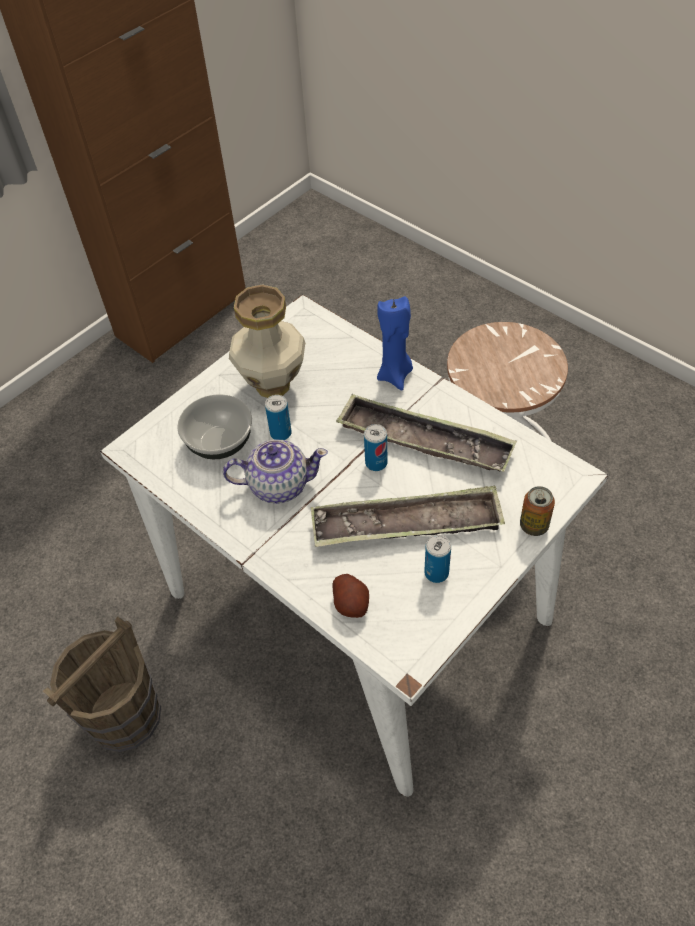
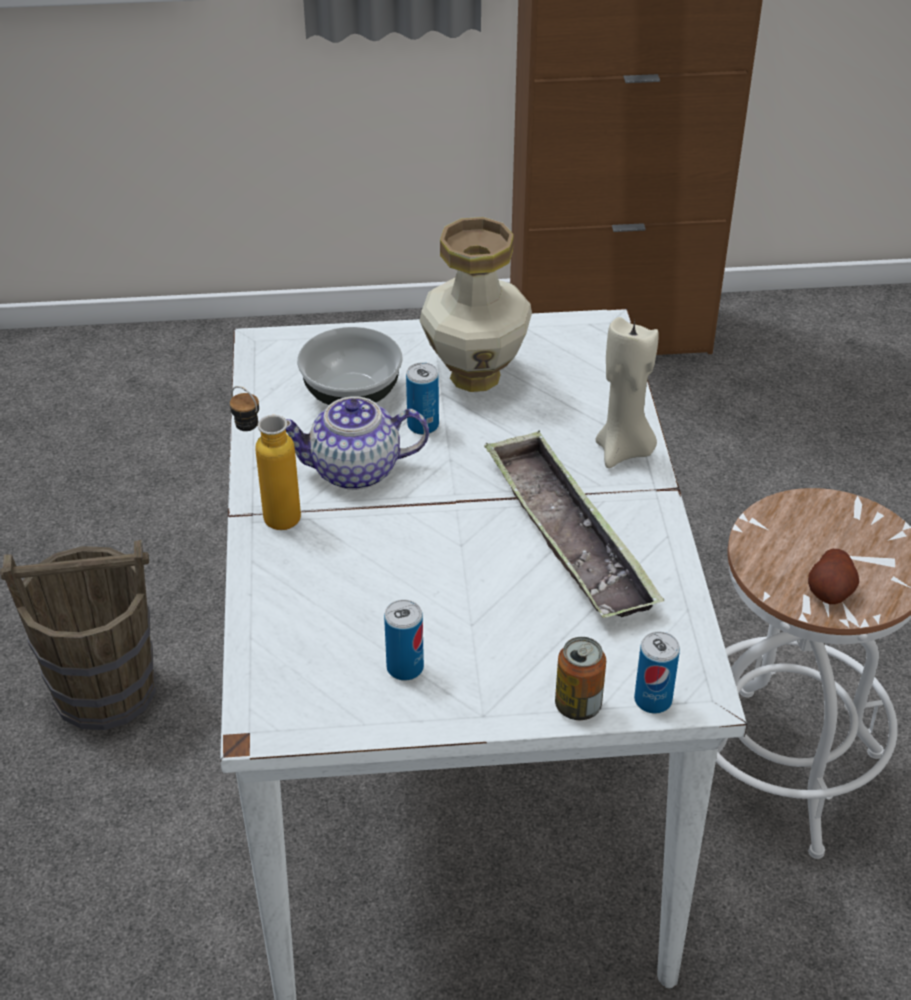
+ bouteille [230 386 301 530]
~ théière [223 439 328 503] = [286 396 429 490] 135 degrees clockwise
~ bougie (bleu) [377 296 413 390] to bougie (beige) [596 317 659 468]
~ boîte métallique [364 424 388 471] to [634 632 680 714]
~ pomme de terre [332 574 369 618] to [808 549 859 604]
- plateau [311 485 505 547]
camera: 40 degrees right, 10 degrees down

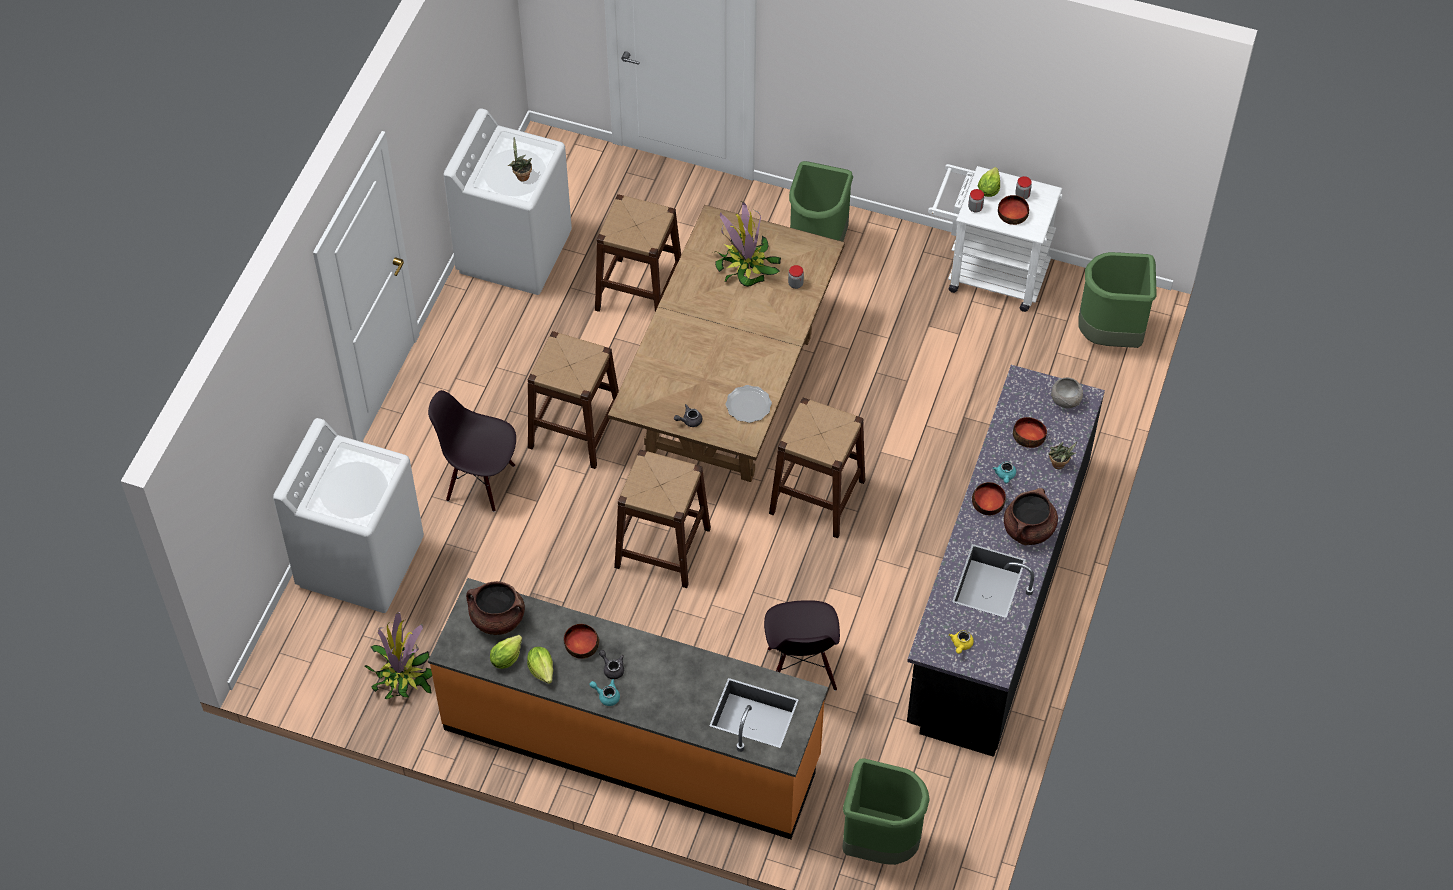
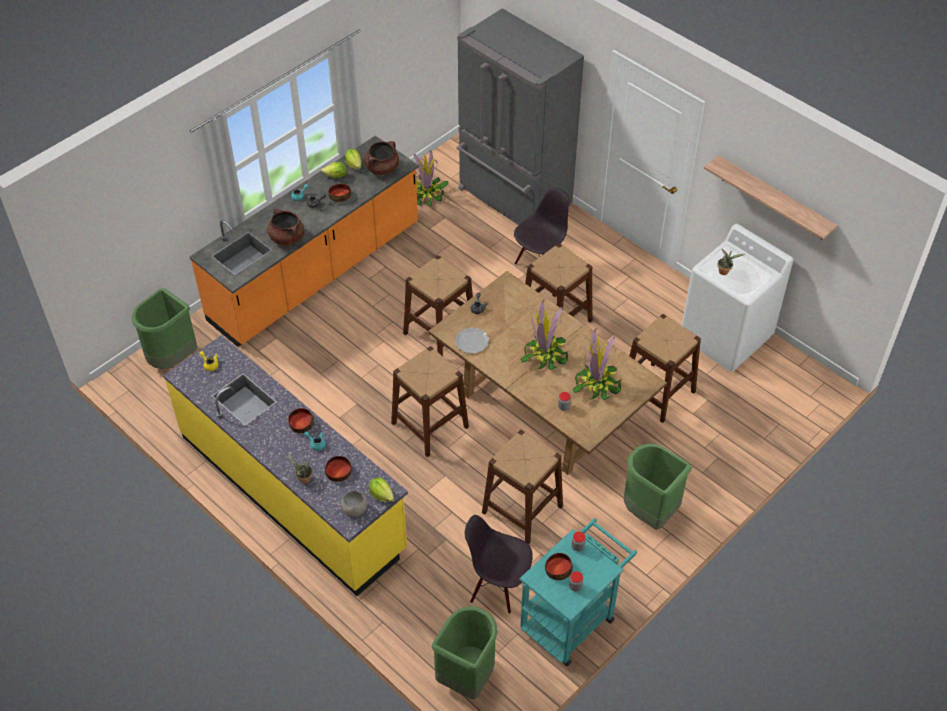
~ comptoir de cuisine (noir) [907 365 1105 757] to comptoir de cuisine (jaune) [163 335 408 596]
~ marmite (marron) [1004 488 1058 545] to [267 209 304 246]
~ laitue [978 167 1000 197] to [369 477 394 502]
~ lave-linge (blanc) [273 418 424 613] to réfrigérateur (gris) [457 8 584 225]
~ chaise (noir) [764 600 840 691] to [465 515 533 614]
+ tabouret (marron) [482 430 563 544]
~ chariot (blanc) [928 164 1063 312] to chariot (turquoise) [519 518 637 666]
+ plante en pot [521 299 569 371]
+ étagère [704 155 837 240]
camera: 115 degrees right, 5 degrees down

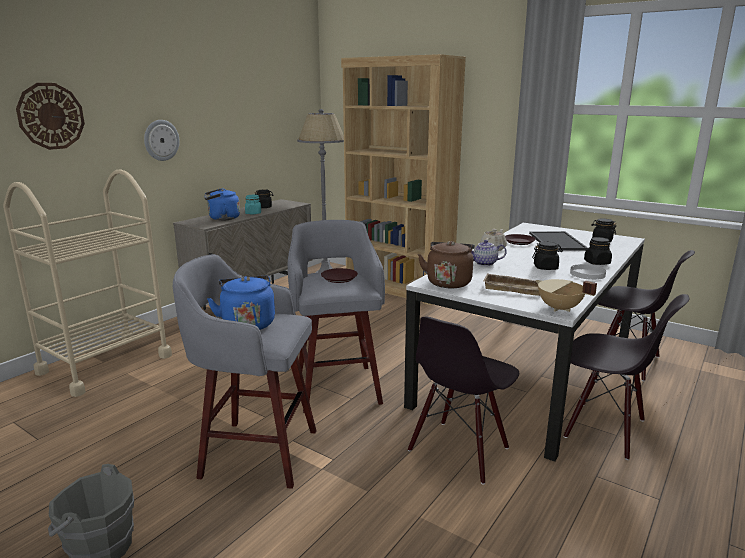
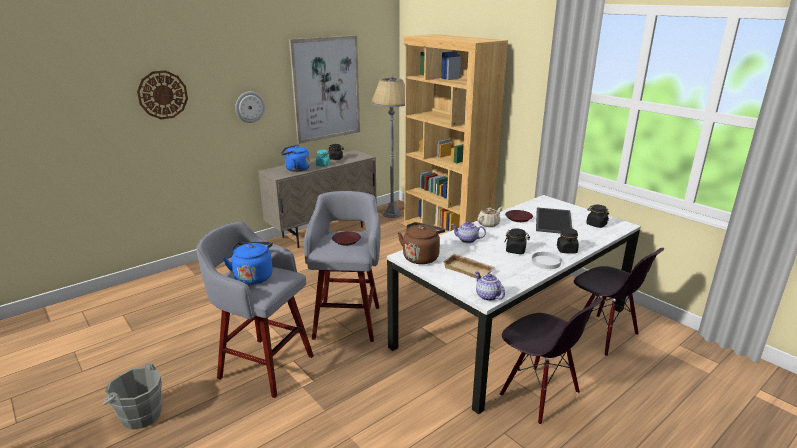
+ tableau [289 35 360 144]
~ marmite (beige) [535 279 597 312] to théière [475 271 505 301]
- chariot (beige) [3 169 172 397]
- chaise (noir) [408 317 519 485]
camera: 15 degrees right, 5 degrees up

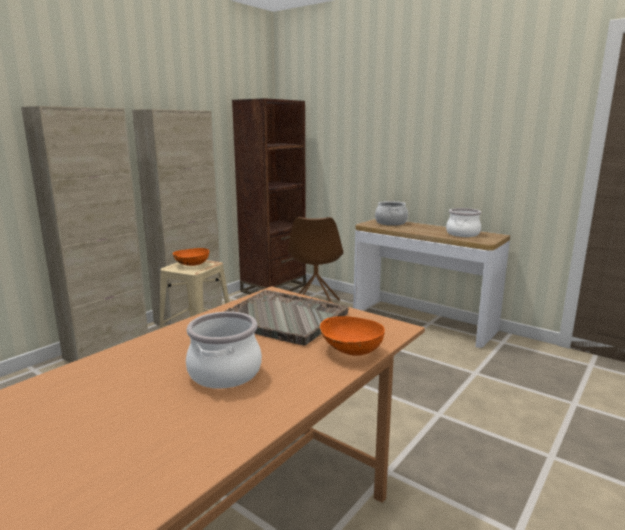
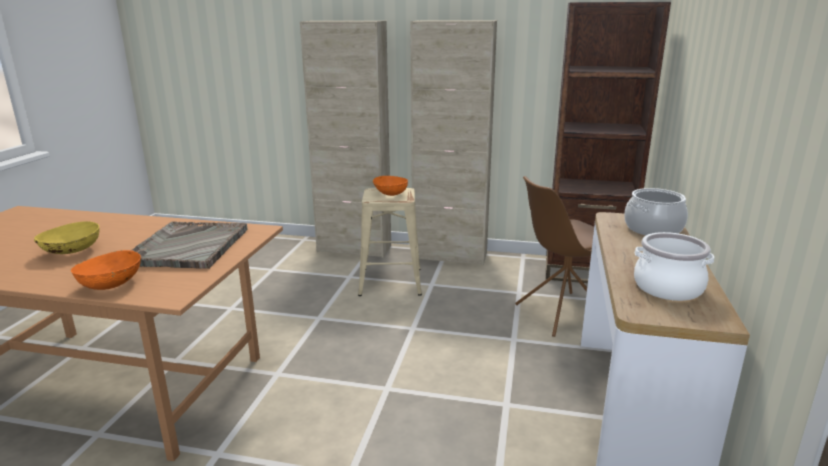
~ marmite [186 312 262 389] to bol (jaune) [34 221 99 254]
camera: 65 degrees right, 5 degrees up

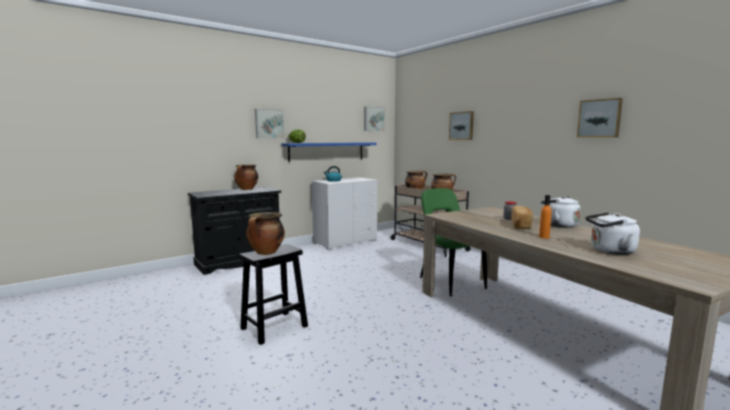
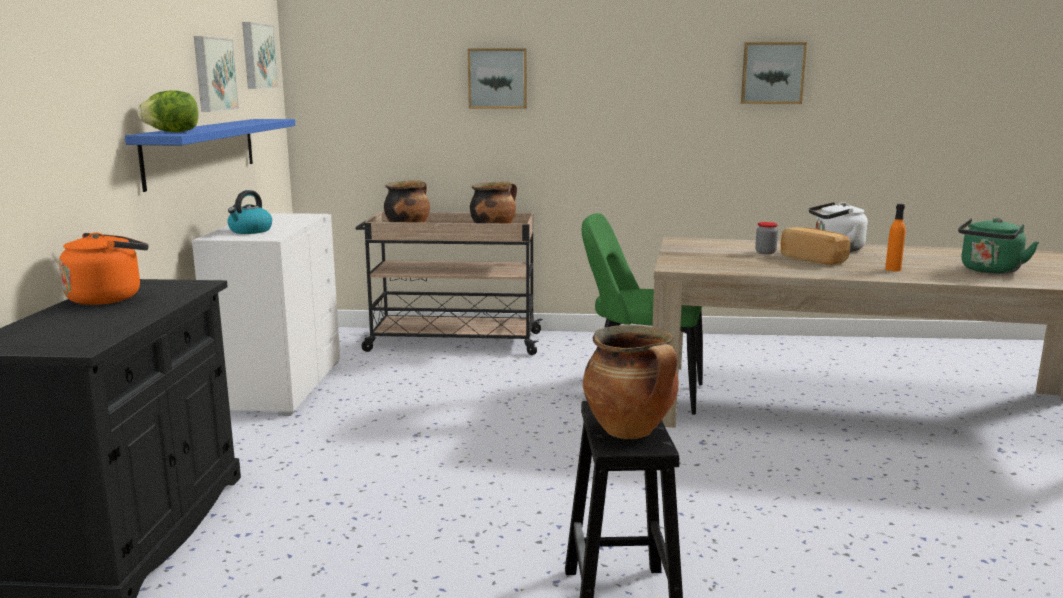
~ marmite [234 165 258 190] to bouilloire (orange) [59 232 149 305]
~ tableau [255 109 284 138] to [194 36 239 112]
~ bouilloire (blanc) [586 212 640 255] to bouilloire (vert) [958 218 1039 274]
camera: 50 degrees left, 5 degrees up

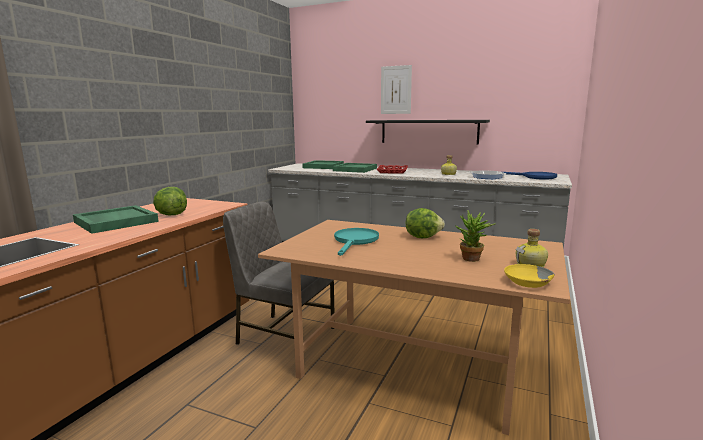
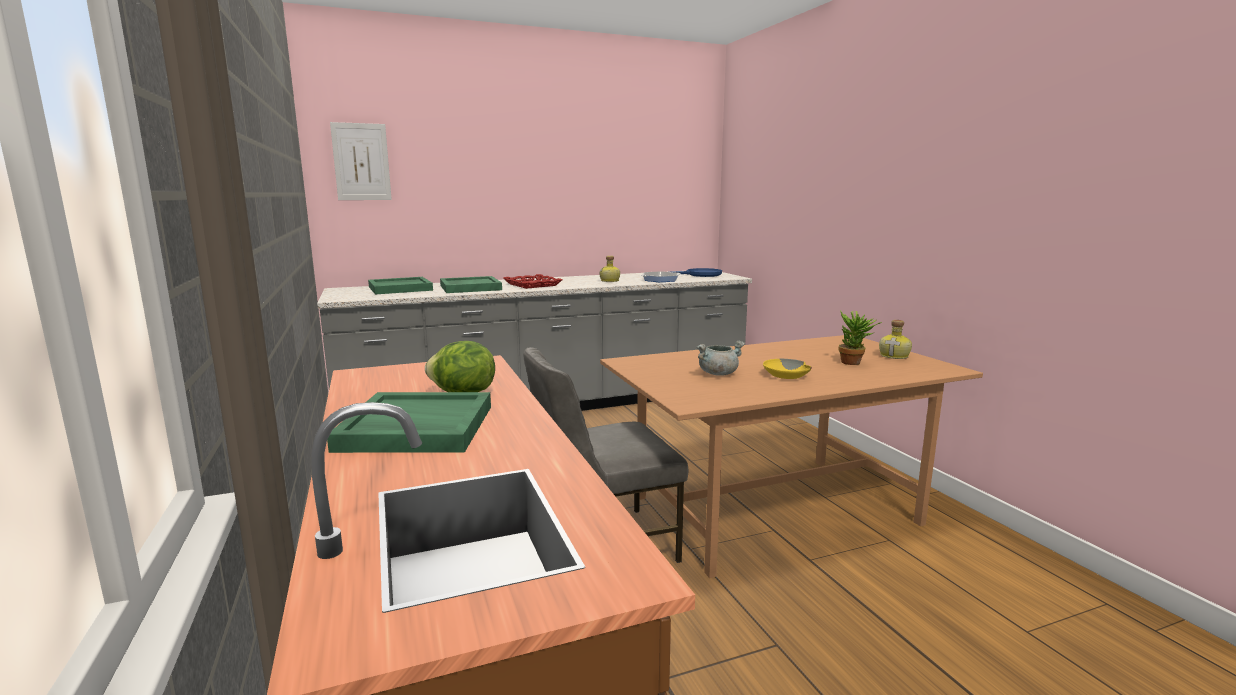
~ tableau [381 65 412 114] to [330 122 392 200]
~ poêle (turquoise) [334 228 379 256] to marmite (gris) [697 341 745 376]
~ bol (jaune) [504 264 555 288] to [763 359 812 379]
- étagère (noir) [366 120 490 144]
- laitue [405 208 445 238]
camera: 45 degrees left, 0 degrees up

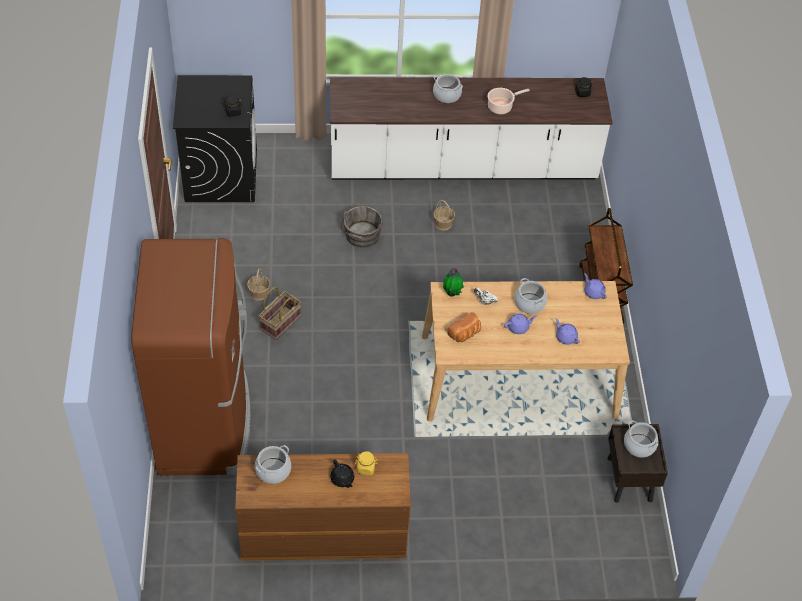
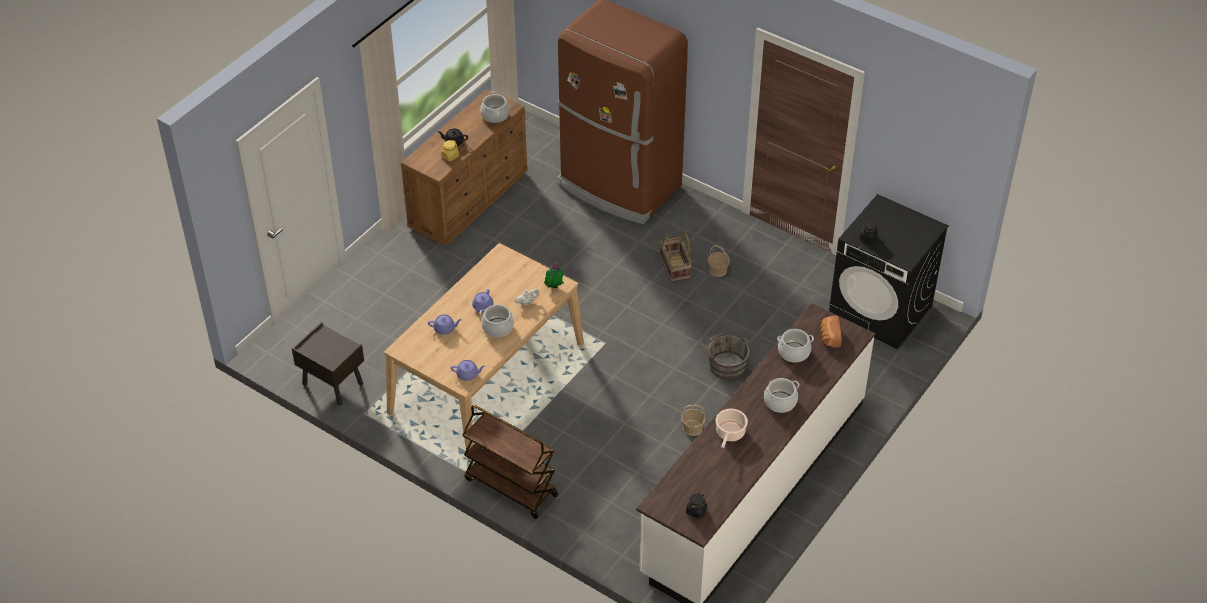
~ marmite [624 420 659 458] to [777 329 814 363]
~ pain [448 313 481 342] to [820 315 842 347]
camera: 130 degrees right, 5 degrees down

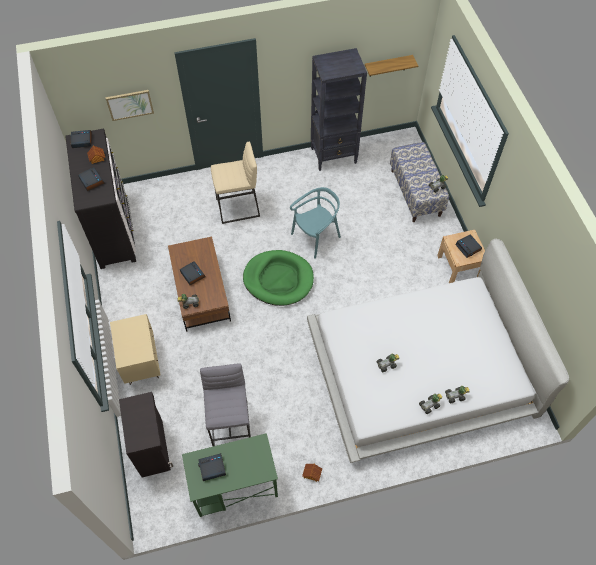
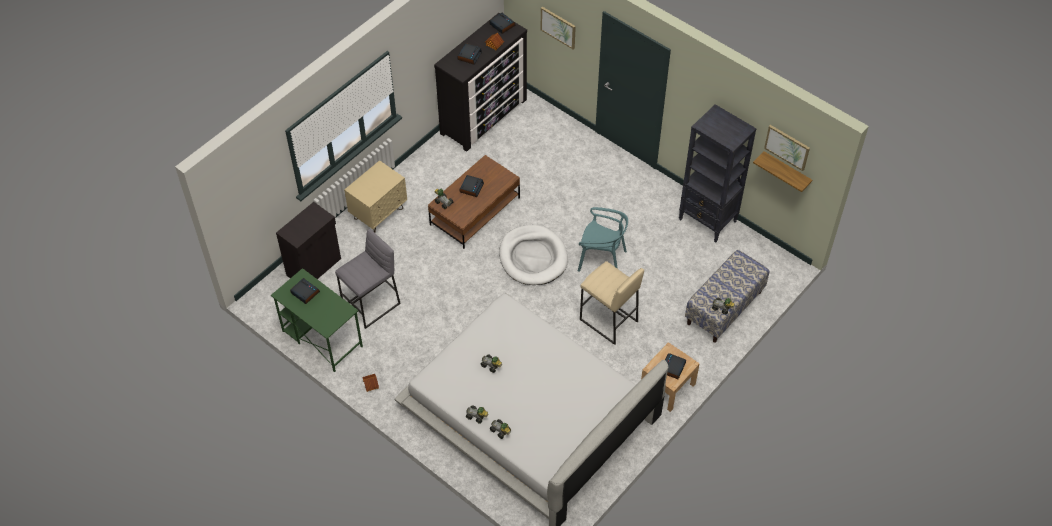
~ panier pour chien (vert) [243 250 314 306] to panier pour chien (blanc) [499 225 568 285]
~ tabouret (beige) [211 142 260 224] to [580 261 644 345]
+ tableau [764 125 810 171]
camera: 55 degrees right, 5 degrees down

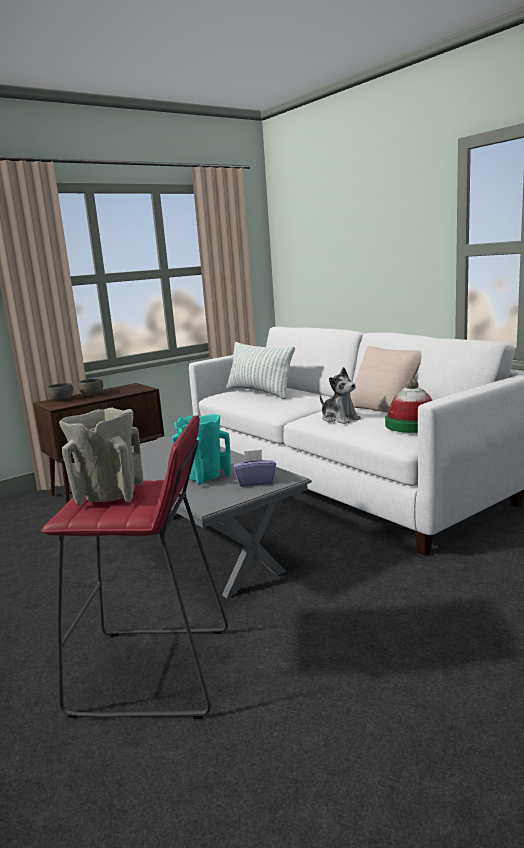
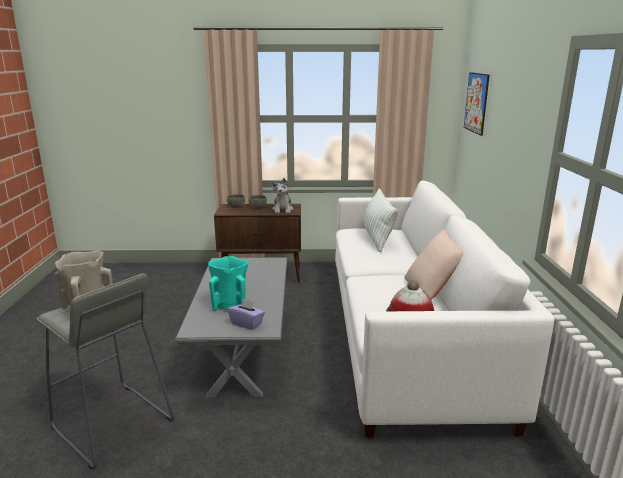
~ tabouret (rouge) [41 415 228 719] to tabouret (gris) [37 274 175 469]
~ peluche [320 367 361 424] to [271 178 293 213]
+ tableau [464 72 490 136]
camera: 35 degrees right, 5 degrees up

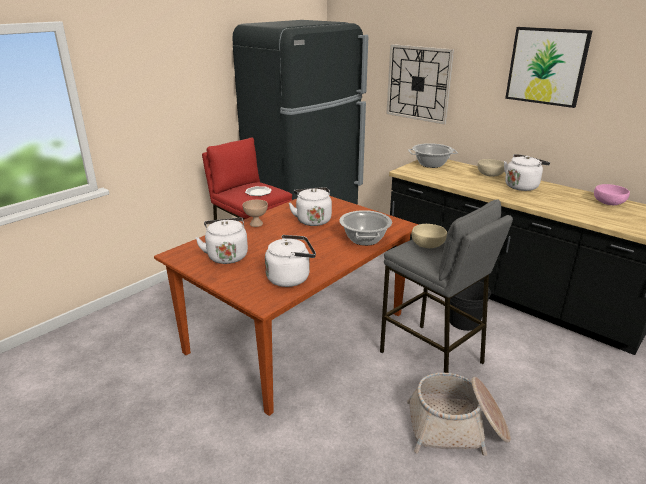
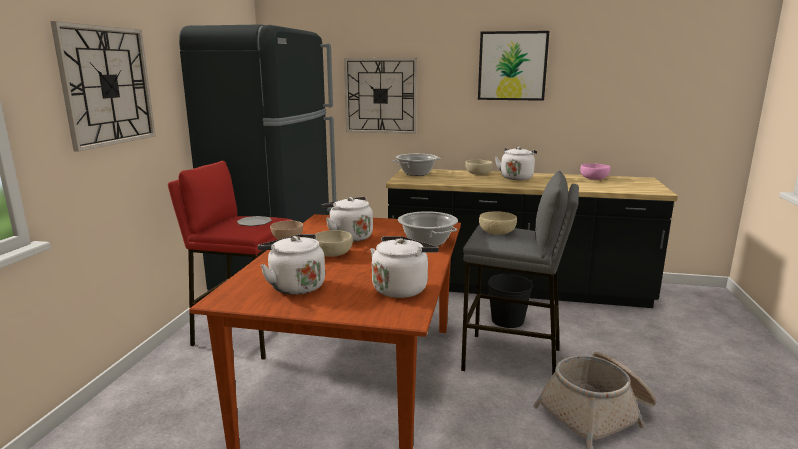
+ horloge murale [51 21 156 152]
+ bol (beige) [316 230 353 257]
camera: 30 degrees left, 10 degrees down

